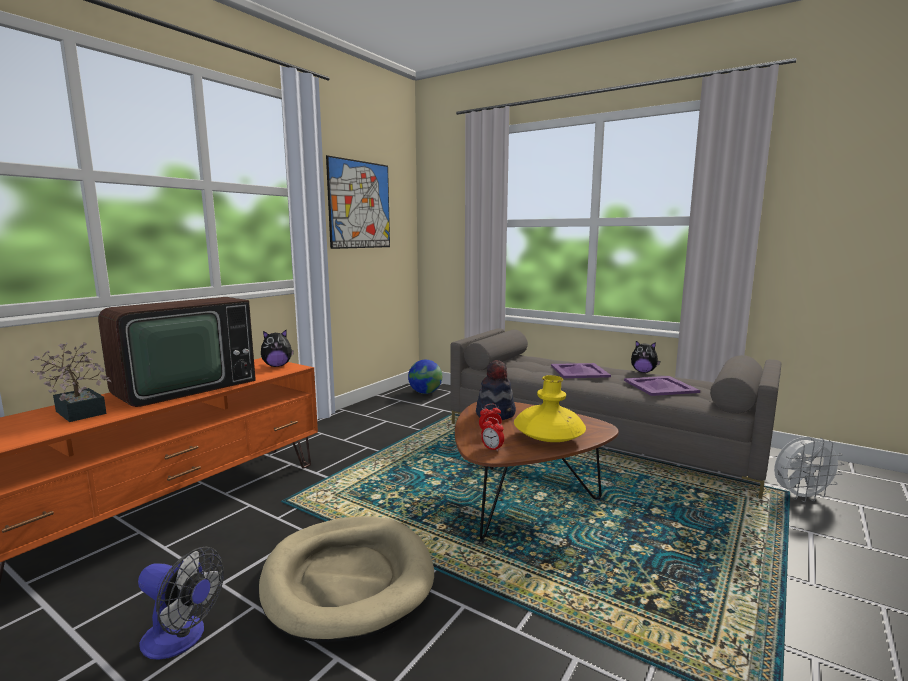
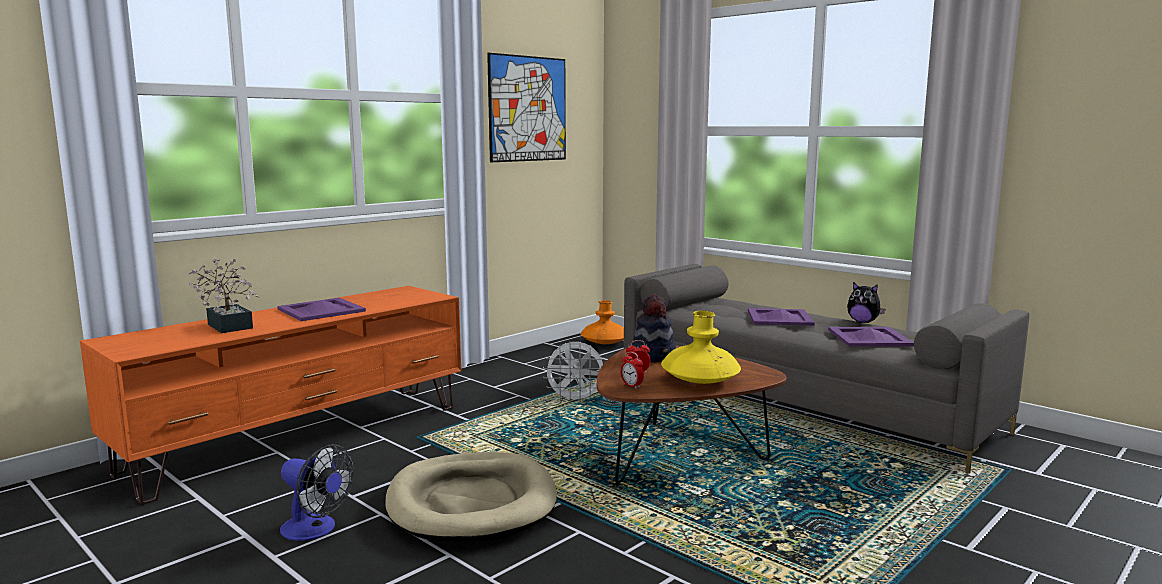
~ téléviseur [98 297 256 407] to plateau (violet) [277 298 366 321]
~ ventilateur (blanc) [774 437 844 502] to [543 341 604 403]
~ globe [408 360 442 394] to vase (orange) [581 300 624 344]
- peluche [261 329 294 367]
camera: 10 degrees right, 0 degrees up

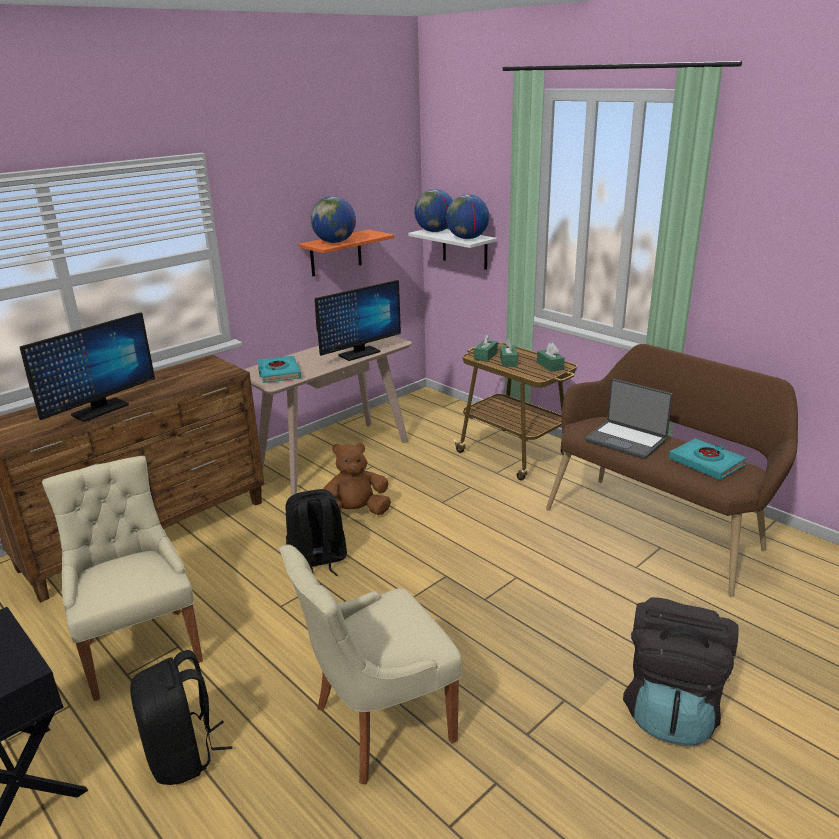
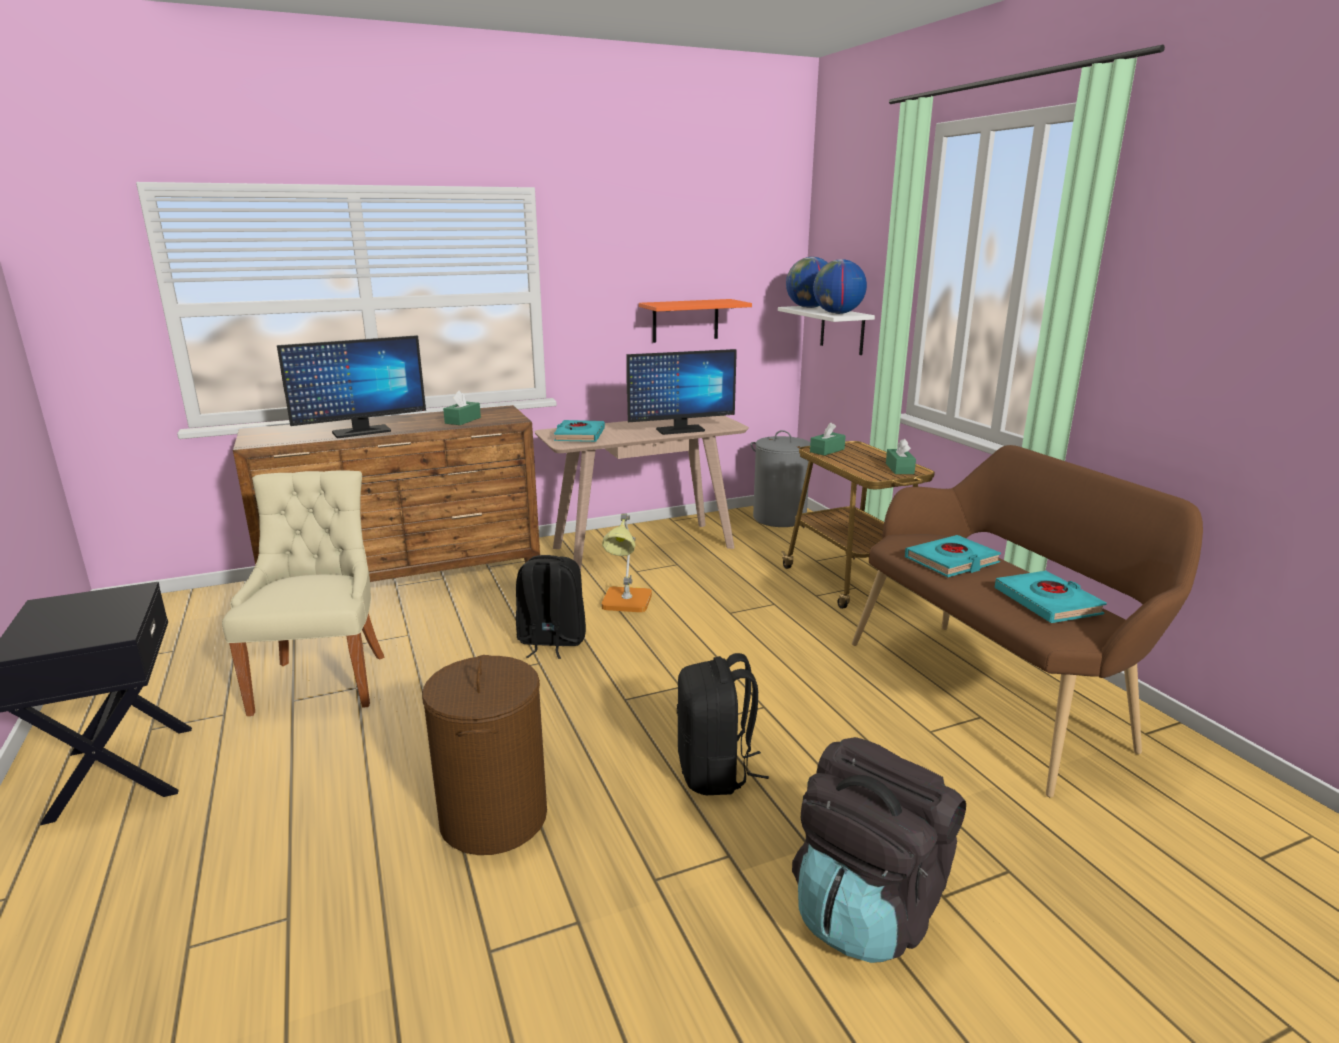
~ chaise (beige) [279 544 462 785] to panier à linge (marron) [422 655 547 855]
~ boîte à mouchoirs (vert) [500 339 518 367] to [443 390 481 425]
~ peluche (marron) [323 443 391 515] to lampe de table [601 513 652 612]
~ sac à dos (noir) [130 650 232 785] to [677 653 769 795]
+ panier à linge (gris) [751 430 810 527]
~ ordinateur portable [585 379 673 459] to livre (turquoise) [905 535 1001 577]
- globe [311 196 356 243]
camera: 20 degrees right, 5 degrees down

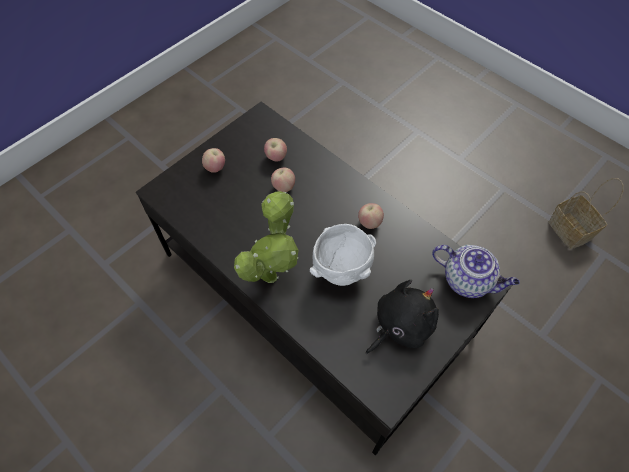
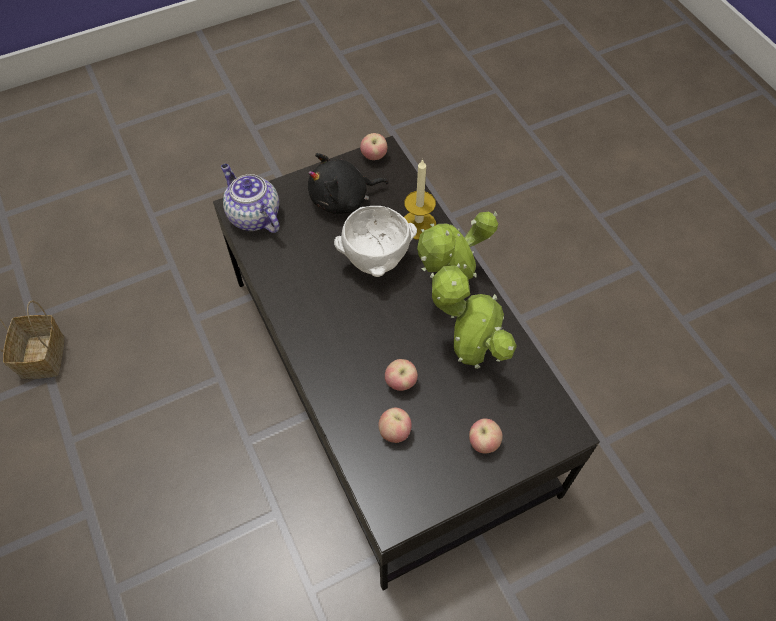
~ pomme [358 203 384 229] to [360 133 387 160]
+ bougie [404 159 436 239]
+ plante en pot [430 263 517 369]
camera: 160 degrees left, 0 degrees up

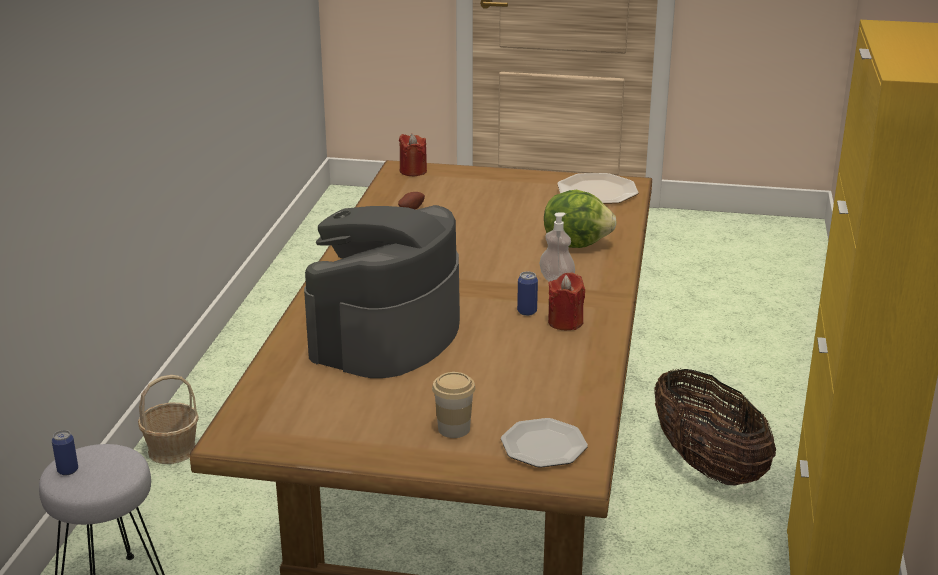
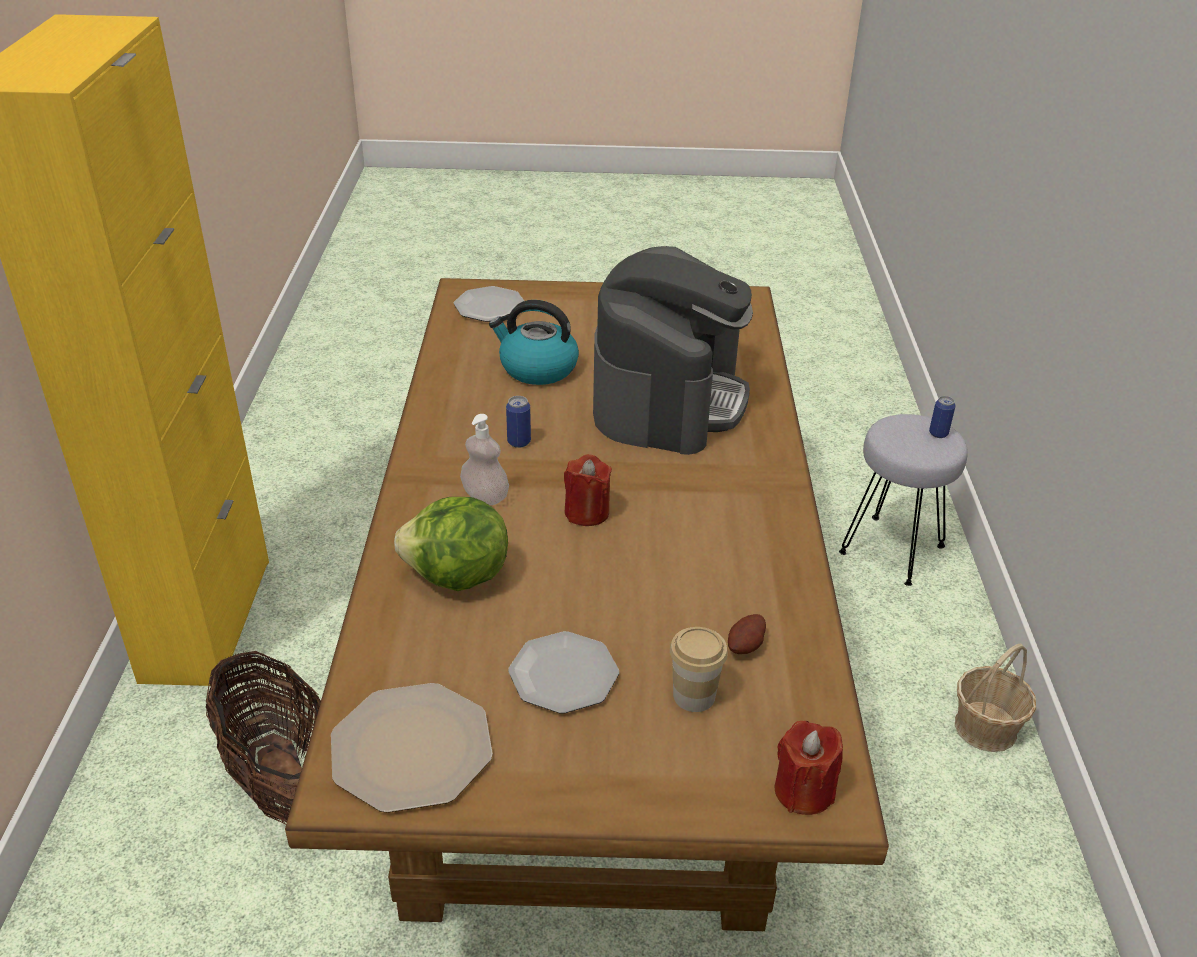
+ bouilloire [489 300 579 385]
+ assiette [508 631 619 714]
~ bougie (rouge) [548 273 585 330] to [564 454 612 526]
~ tasse [432 372 475 438] to [670 627 728 712]
camera: 170 degrees right, 10 degrees up

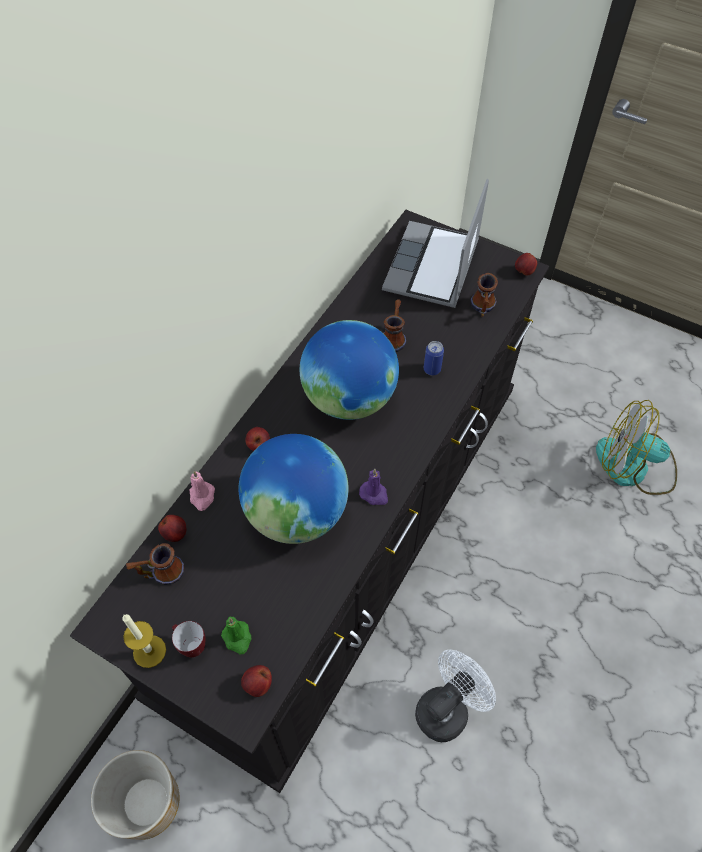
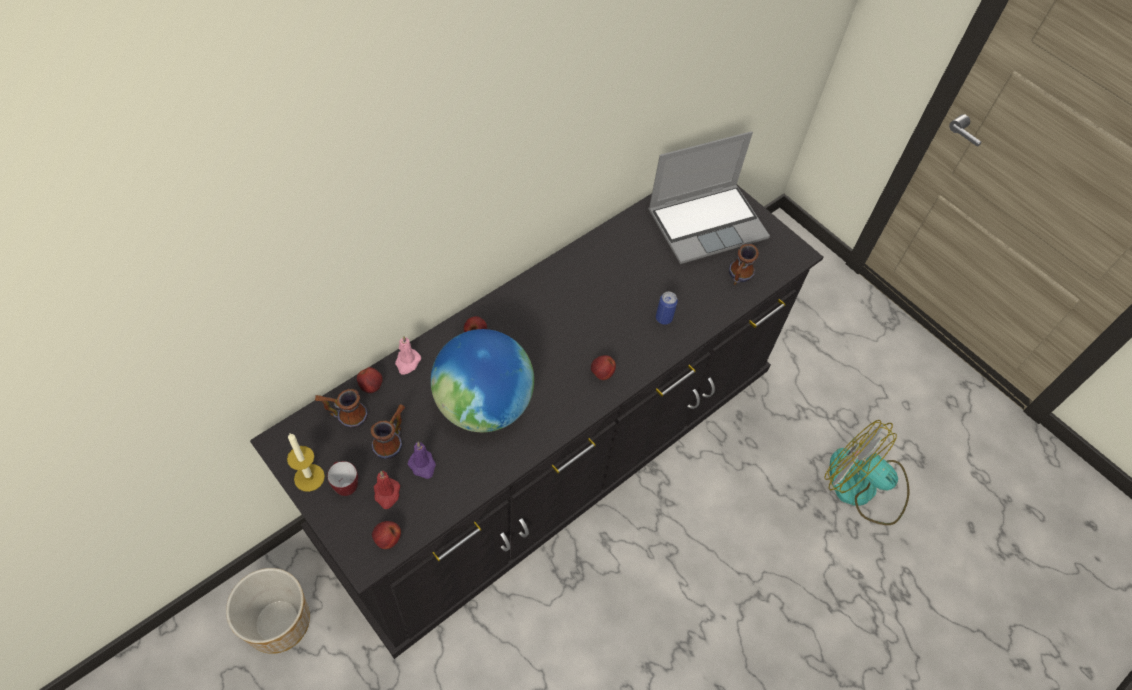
~ mug [383 300 406 352] to [371 404 405 459]
~ bougie (vert) [221 616 252 655] to bougie (rouge) [374 471 400 509]
~ bougie (violet) [359 469 388 505] to [408 442 436 479]
~ pomme [515 253 537 276] to [591 355 616 380]
~ ordinateur portable [382 179 489 308] = [648 131 770 264] 150 degrees counterclockwise
- globe [300 320 399 420]
- ventilateur (blanc) [415 649 496 742]
camera: 15 degrees right, 0 degrees up

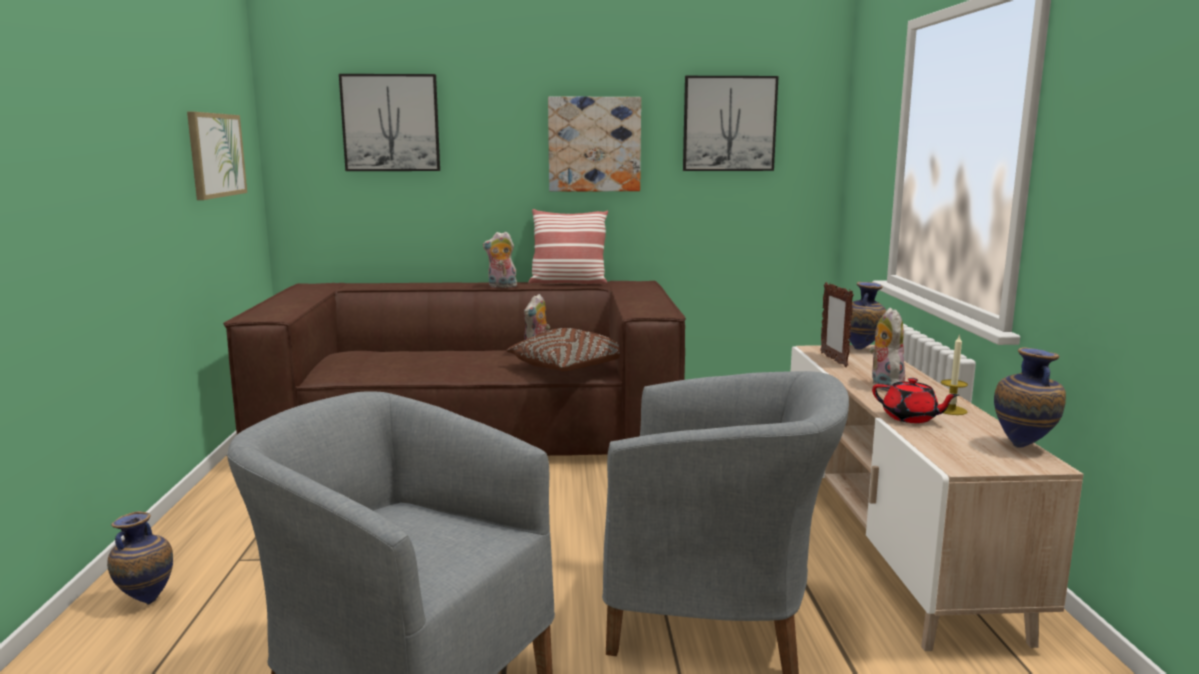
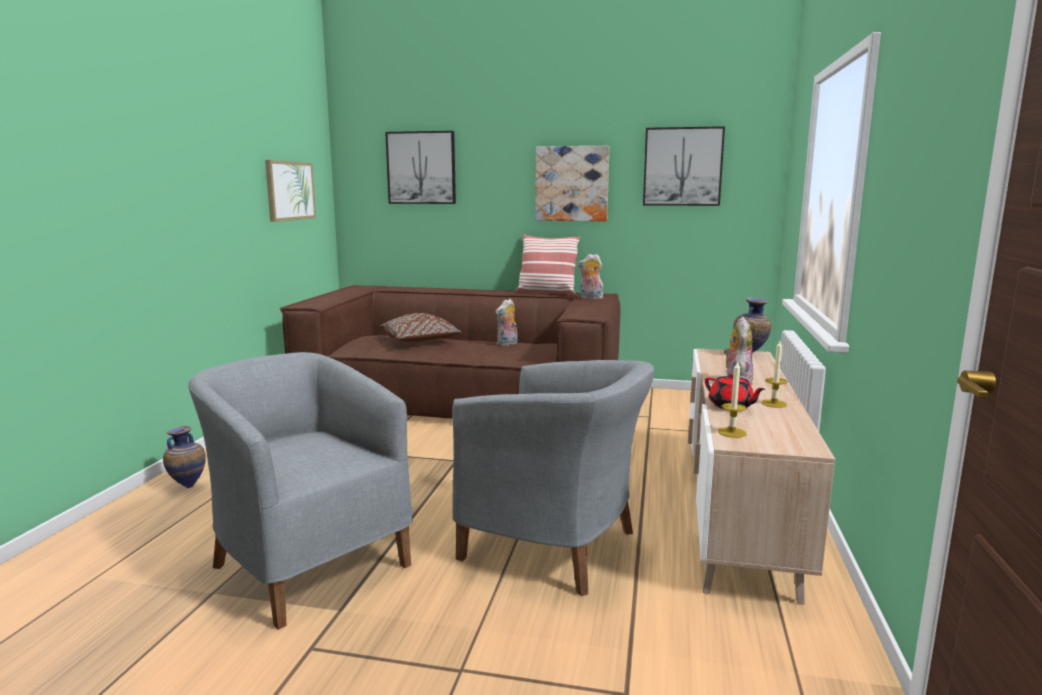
~ coussin (marron) [506 328 620 371] to [379 313 461 342]
~ peluche [483 232 517 288] to [577 254 603 299]
+ bougie [718 360 746 438]
- cadre photo [820 282 854 367]
- vase [994 347 1066 448]
camera: 15 degrees right, 0 degrees up

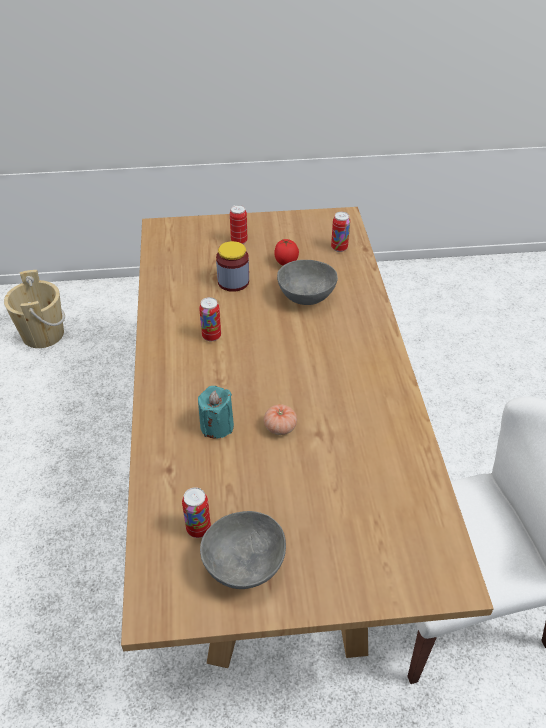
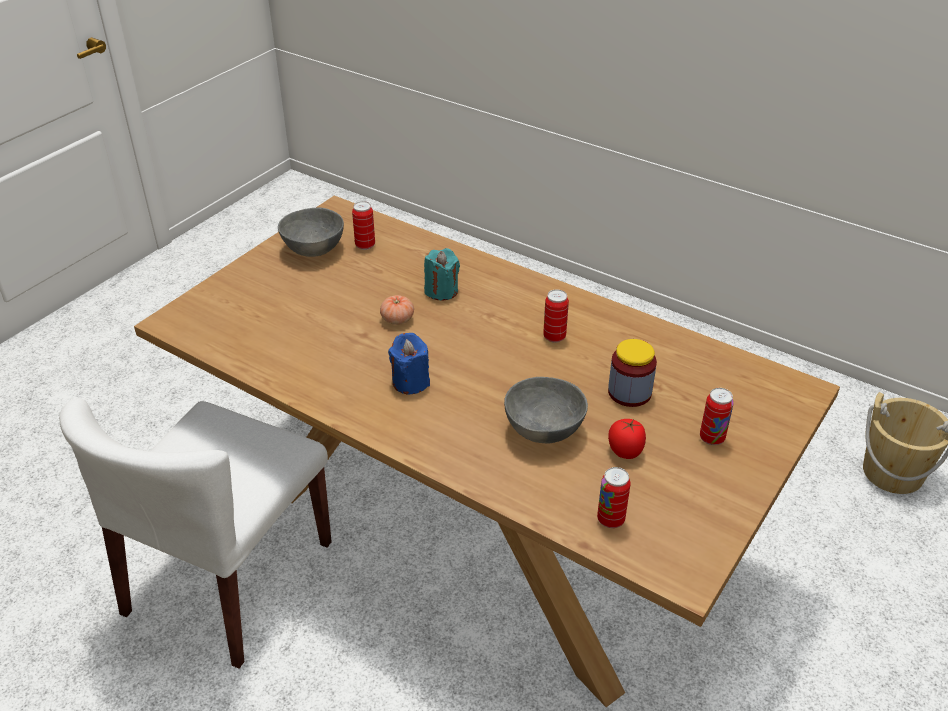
+ bougie (bleu) [388 333 430 395]
camera: 130 degrees right, 5 degrees down

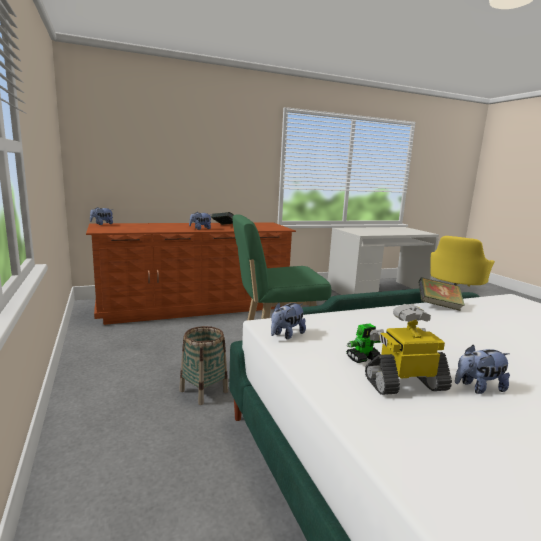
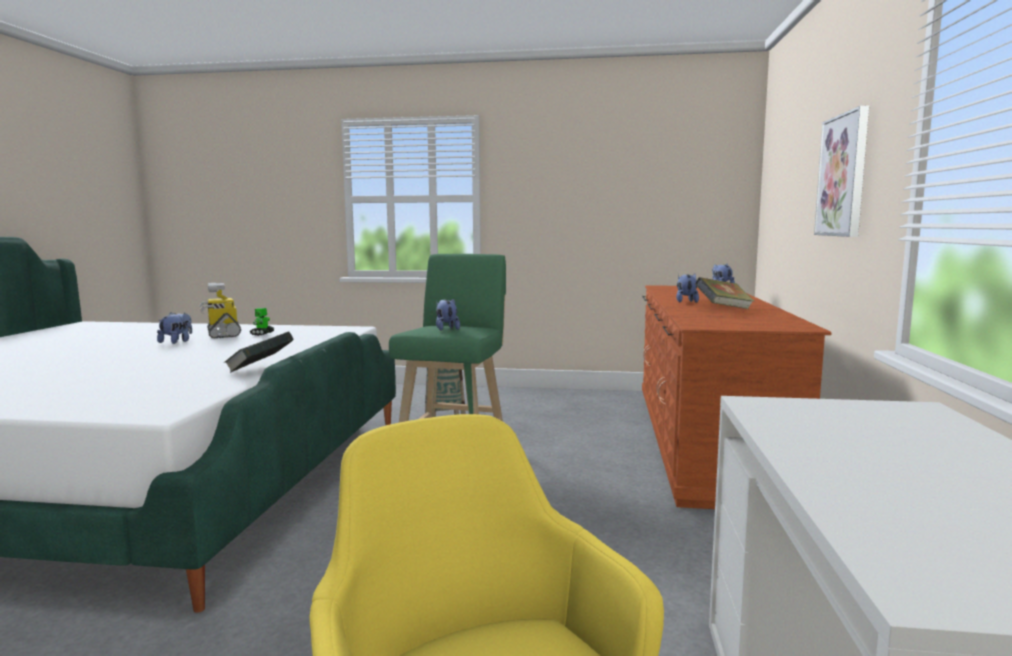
~ robot jouet [365 304 452 395] = [199 283 241 339] 135 degrees clockwise
~ peluche [271 302 306 339] to [436 298 460 331]
+ tableau [814 106 869 237]
camera: 120 degrees right, 5 degrees down

